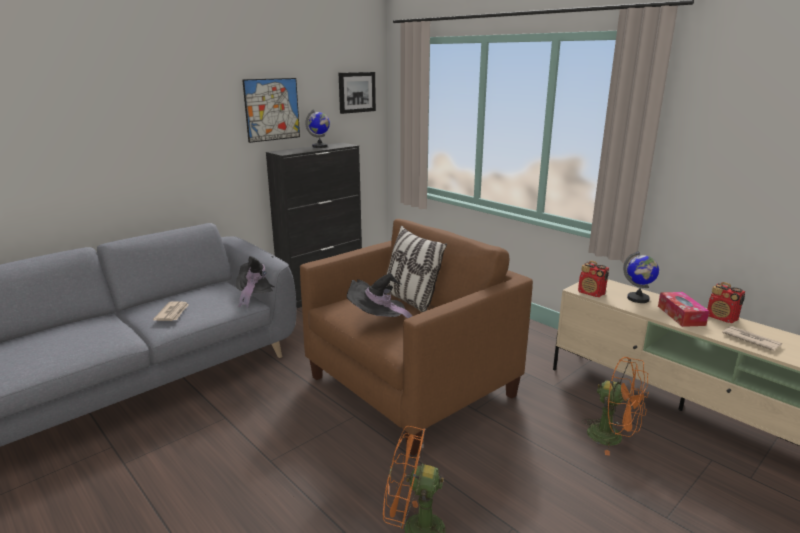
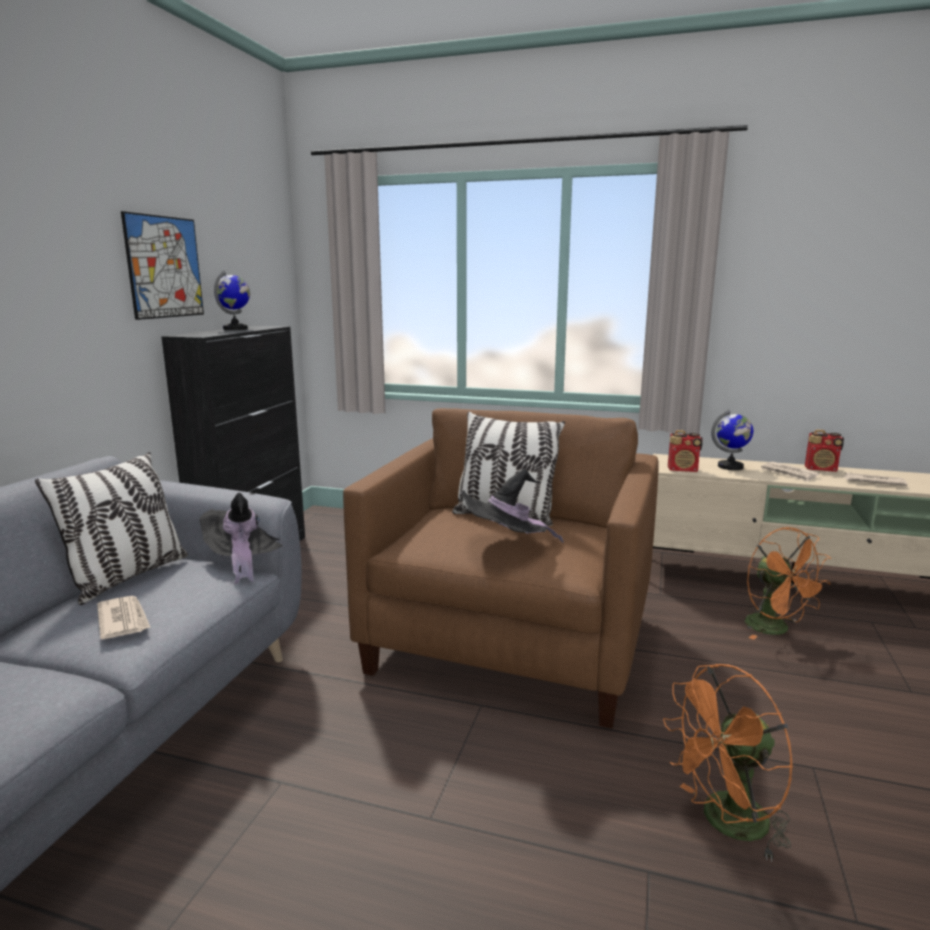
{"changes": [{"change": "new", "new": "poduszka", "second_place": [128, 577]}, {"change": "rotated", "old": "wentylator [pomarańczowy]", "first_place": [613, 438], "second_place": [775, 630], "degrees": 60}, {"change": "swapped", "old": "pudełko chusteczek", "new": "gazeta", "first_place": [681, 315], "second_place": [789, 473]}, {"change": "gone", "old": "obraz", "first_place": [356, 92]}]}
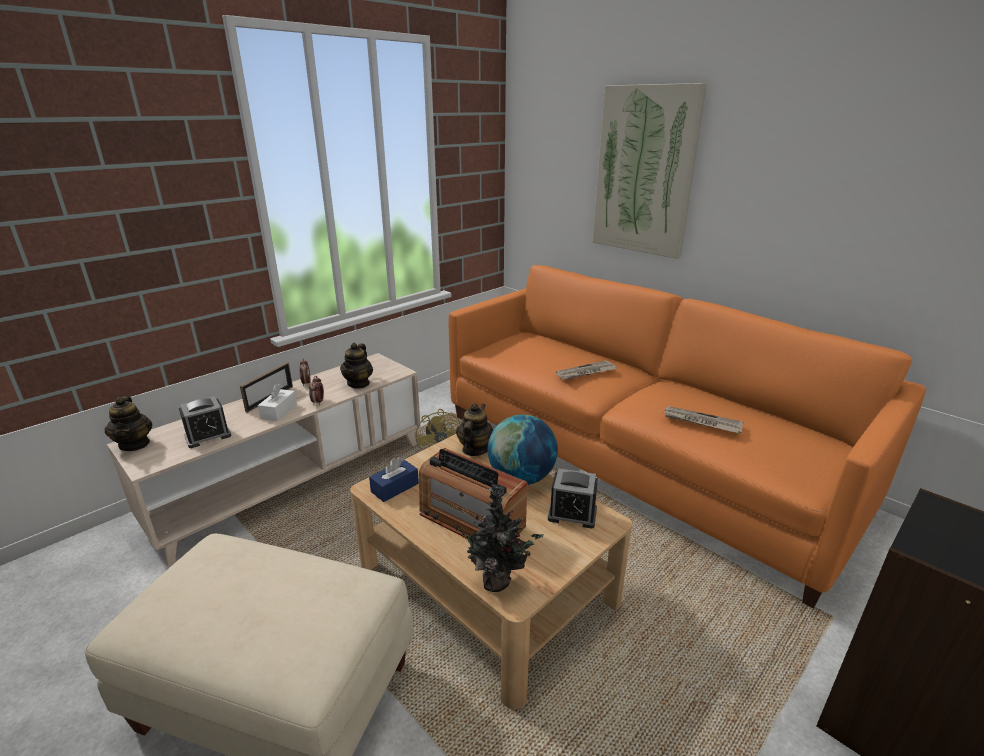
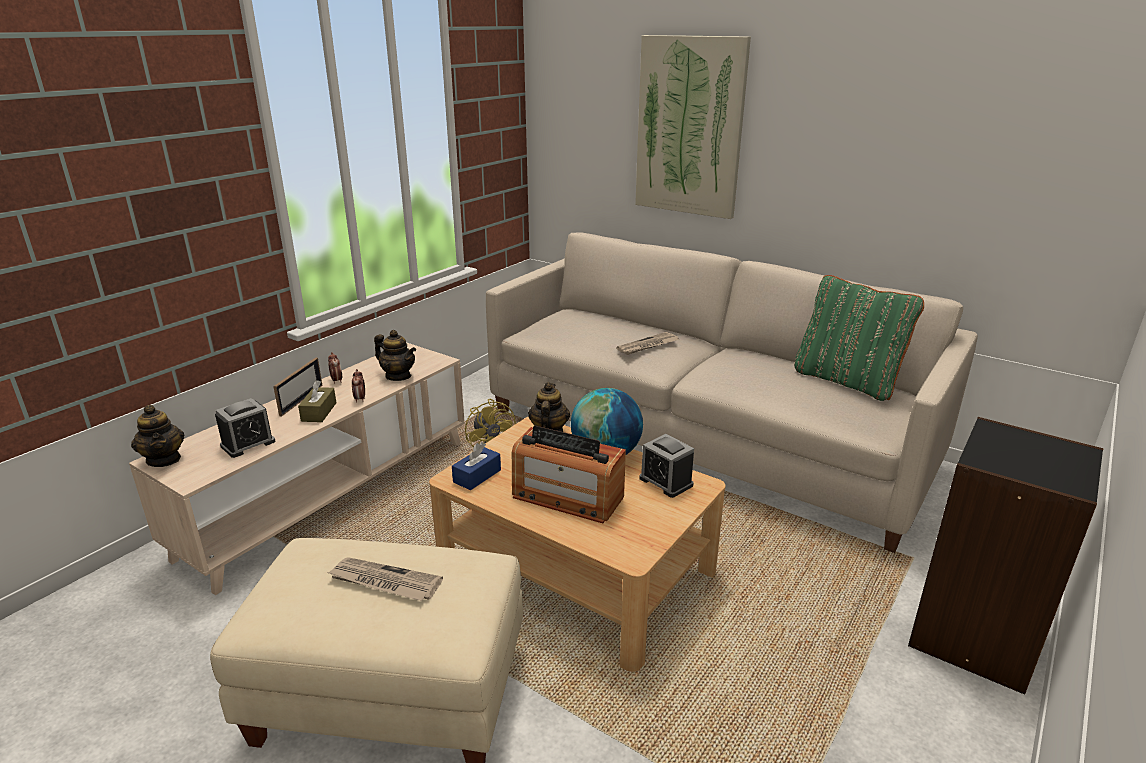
{"changes": [{"change": "repainted", "old": "pudełko chusteczek [biały]", "new": "pudełko chusteczek [brązowy]", "first_place": [279, 411], "second_place": [319, 412]}, {"change": "shifted", "old": "gazeta", "first_place": [701, 422], "second_place": [384, 582]}, {"change": "rotated", "old": "imbryk", "first_place": [358, 383], "second_place": [398, 376], "degrees": -60}, {"change": "repainted", "old": "kanapa [pomarańczowy]", "new": "kanapa [beżowy]", "first_place": [635, 460], "second_place": [703, 437]}, {"change": "rotated", "old": "budzik", "first_place": [572, 514], "second_place": [666, 482], "degrees": 45}, {"change": "new", "new": "poduszka [zielony]", "second_place": [847, 381]}, {"change": "gone", "old": "roślina doniczkowa", "first_place": [498, 581]}]}
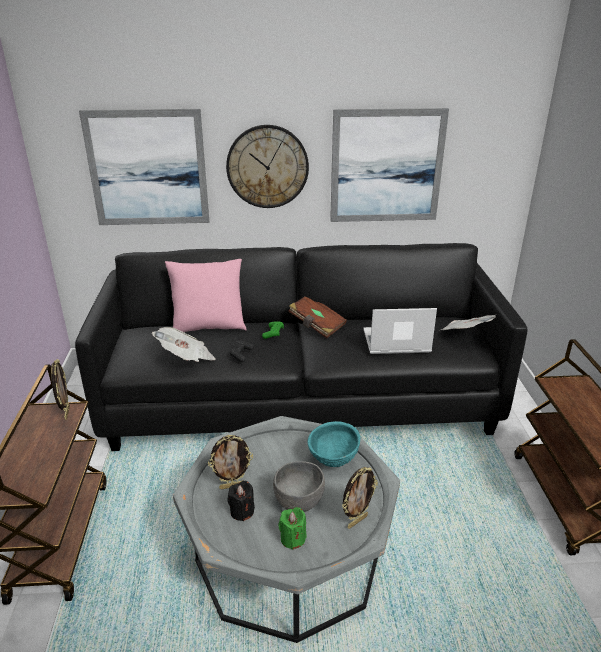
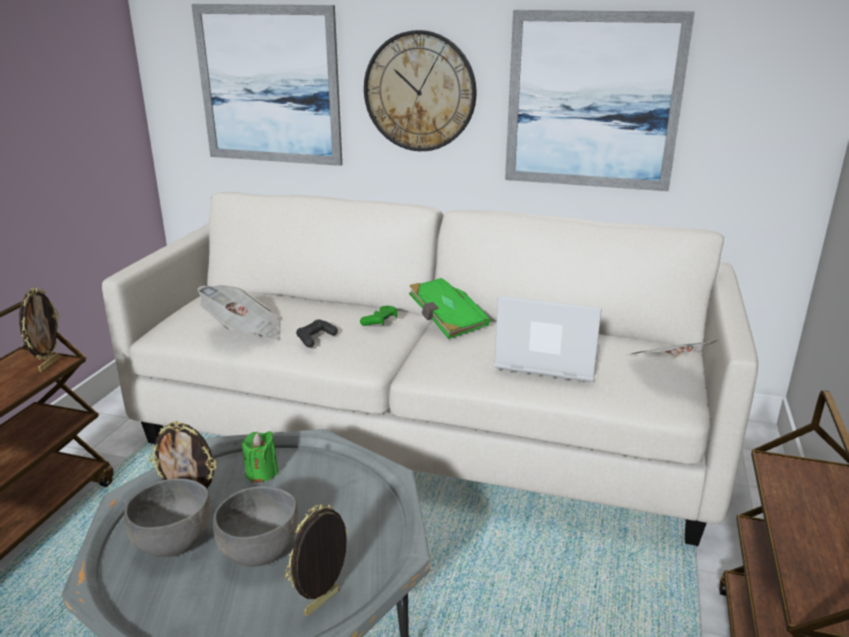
{"changes": [{"change": "repainted", "old": "kanapa [czarny]", "new": "kanapa [biały]", "first_place": [300, 399], "second_place": [425, 431]}, {"change": "swapped", "old": "świeca [czarny]", "new": "miska [szary]", "first_place": [242, 511], "second_place": [175, 543]}, {"change": "shifted", "old": "świeca [zielony]", "first_place": [293, 539], "second_place": [261, 473]}, {"change": "rotated", "old": "ramka na zdjęcie", "first_place": [357, 521], "second_place": [323, 604], "degrees": 150}, {"change": "repainted", "old": "książka [brązowy]", "new": "książka [zielony]", "first_place": [316, 325], "second_place": [447, 321]}, {"change": "gone", "old": "poduszka [różowy]", "first_place": [209, 327]}, {"change": "gone", "old": "miska [turkusowy]", "first_place": [333, 461]}]}
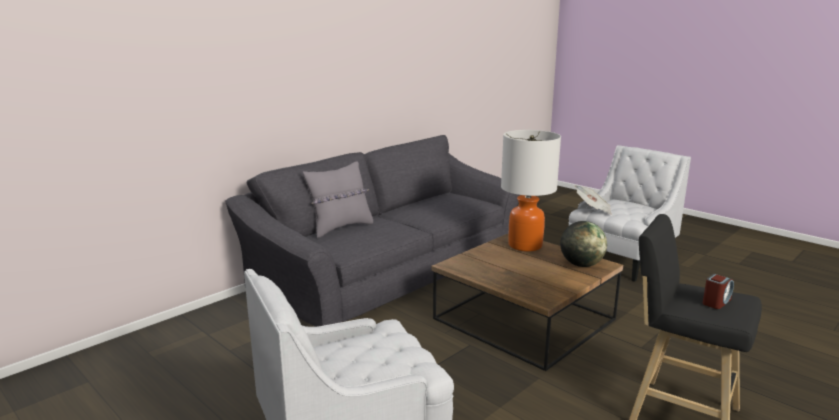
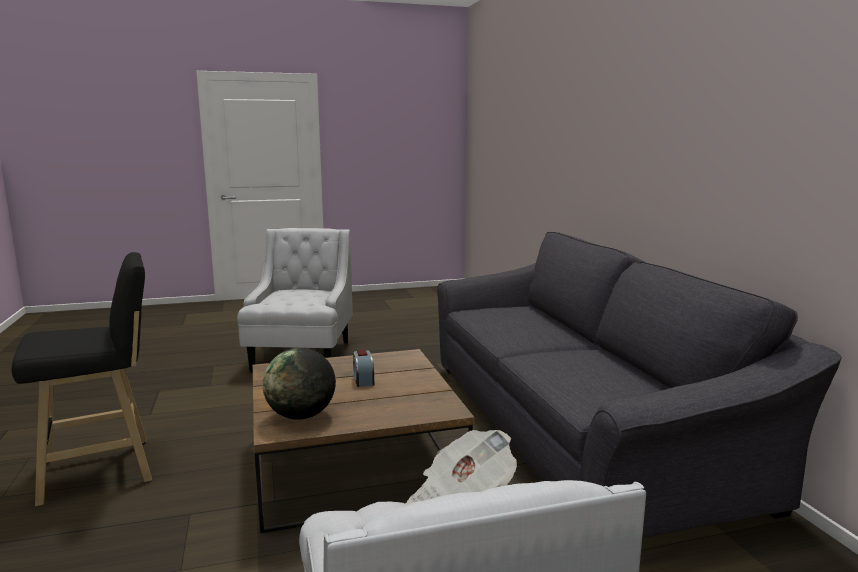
{"changes": [{"change": "shifted", "old": "budzik", "first_place": [716, 302], "second_place": [363, 380]}, {"change": "gone", "old": "poduszka [szary]", "first_place": [340, 228]}, {"change": "gone", "old": "lampa stołowa", "first_place": [525, 245]}]}
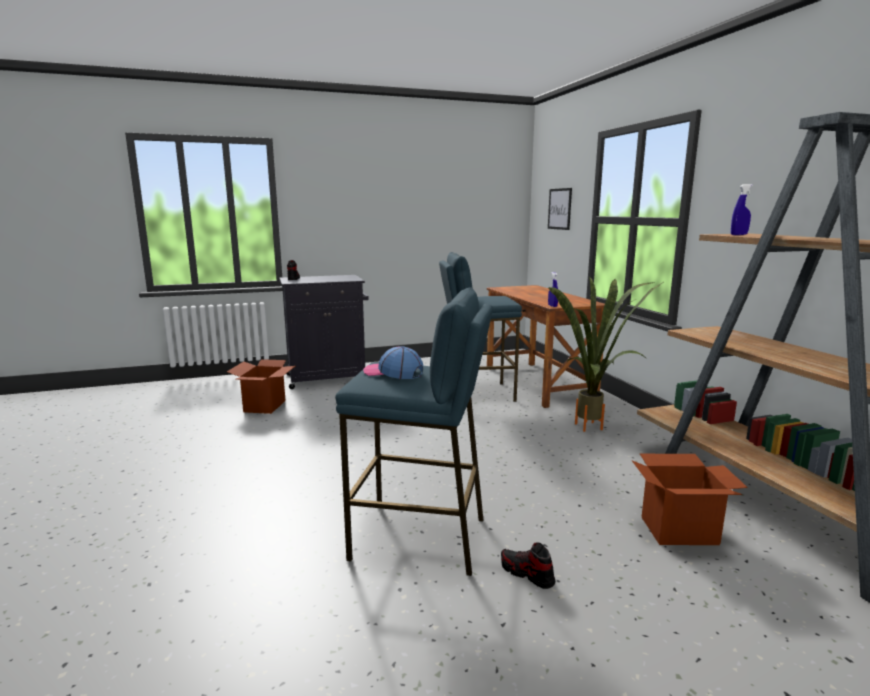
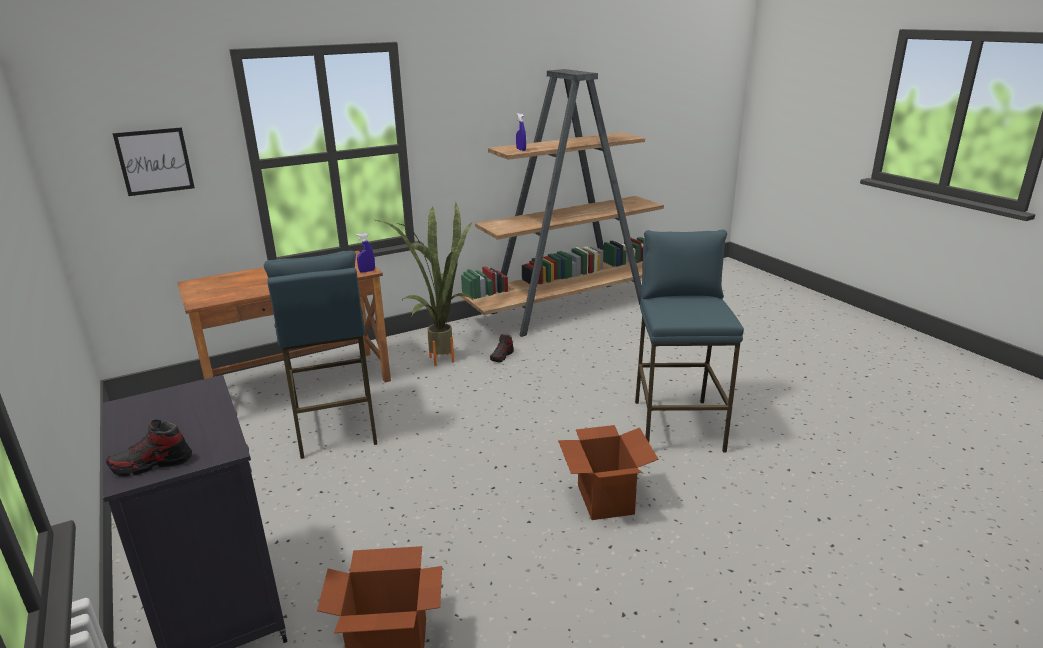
{"changes": [{"change": "shifted", "old": "but", "first_place": [526, 574], "second_place": [502, 356]}, {"change": "shifted", "old": "karton", "first_place": [679, 530], "second_place": [605, 499]}, {"change": "gone", "old": "czapka z daszkiem", "first_place": [393, 372]}]}
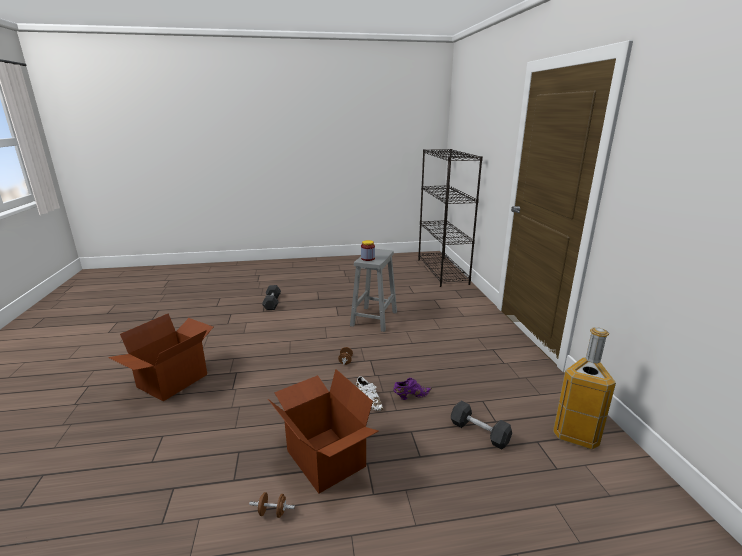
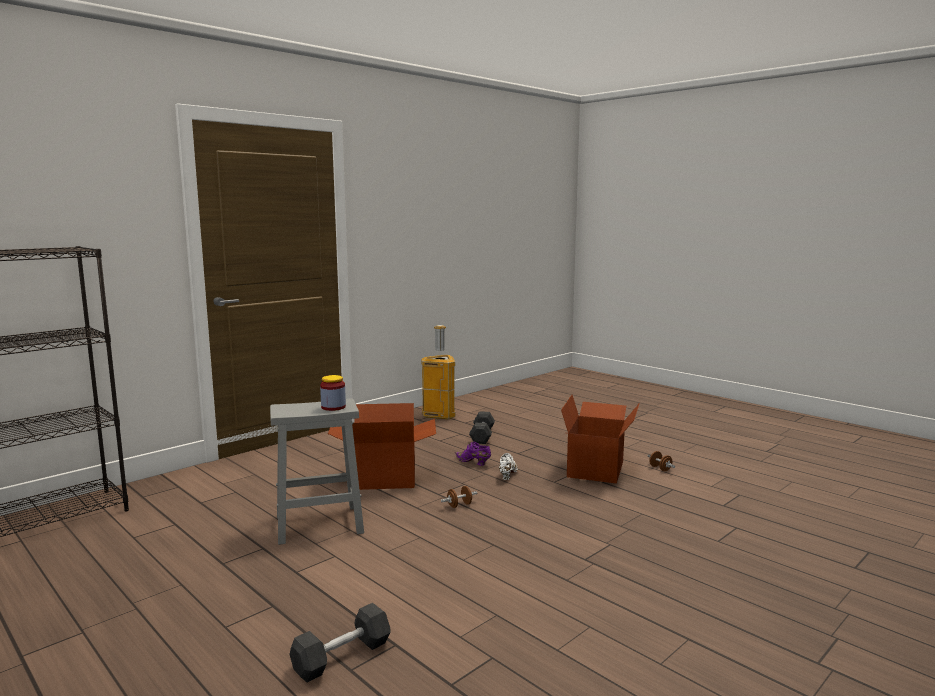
{"changes": [{"change": "shifted", "old": "karton", "first_place": [173, 381], "second_place": [384, 478]}]}
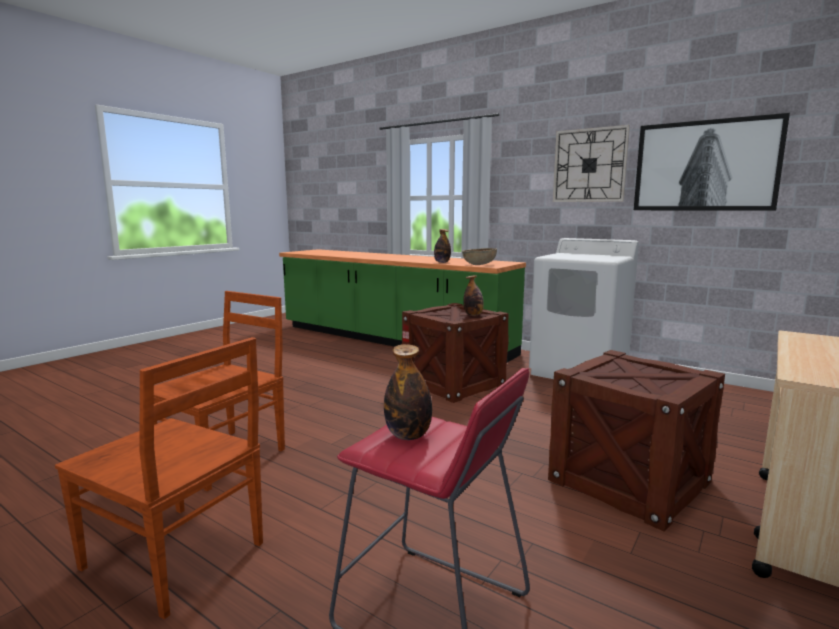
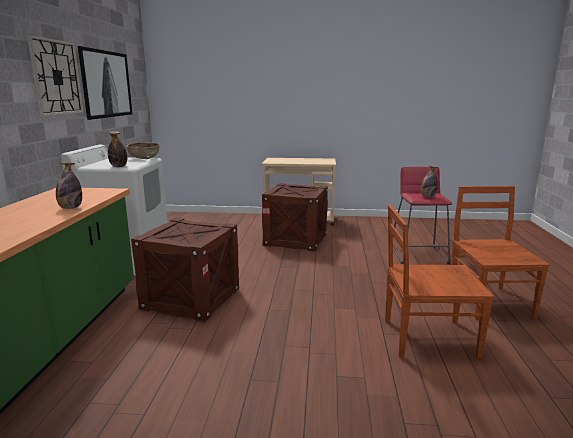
{"changes": [{"change": "shifted", "old": "butelka", "first_place": [473, 315], "second_place": [118, 166]}, {"change": "shifted", "old": "miska [brązowy]", "first_place": [479, 265], "second_place": [144, 158]}]}
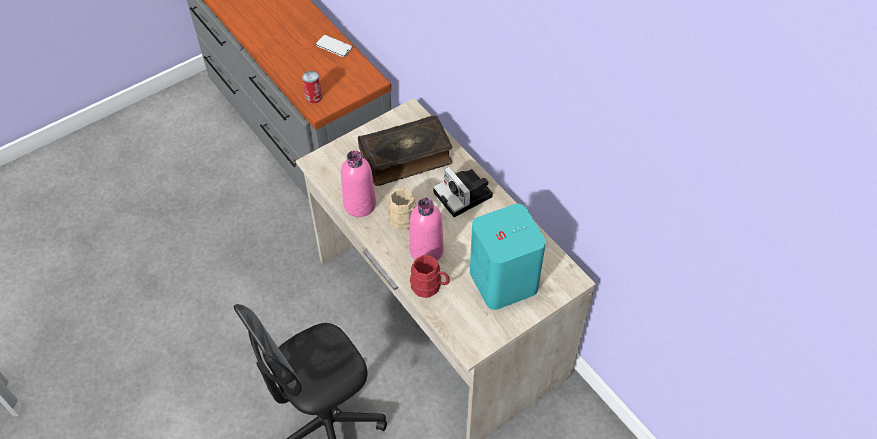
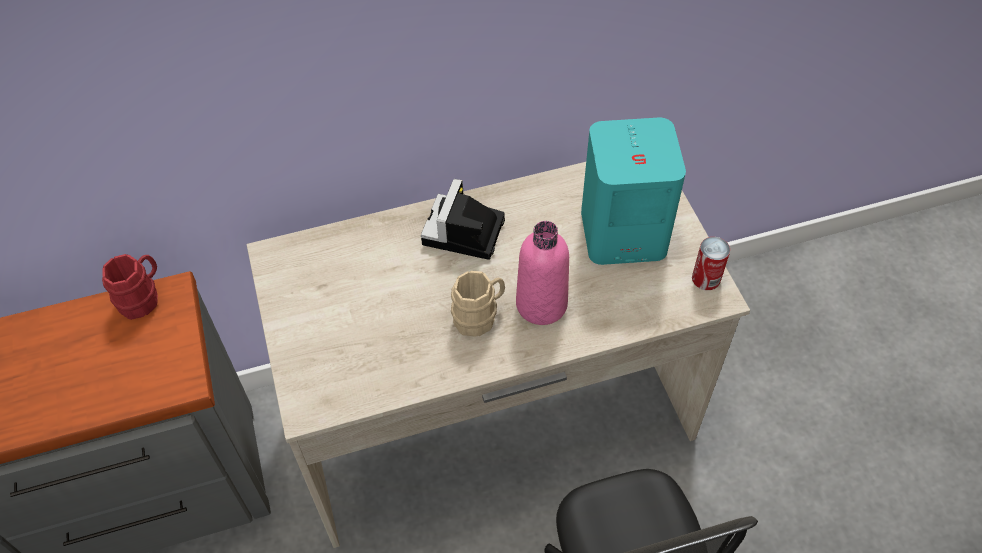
{"changes": [{"change": "shifted", "old": "kubek [czerwony]", "first_place": [430, 286], "second_place": [143, 297]}, {"change": "rotated", "old": "aparat fotograficzny", "first_place": [464, 196], "second_place": [463, 234], "degrees": 120}, {"change": "shifted", "old": "puszka", "first_place": [313, 97], "second_place": [706, 278]}, {"change": "gone", "old": "telefon", "first_place": [334, 47]}, {"change": "gone", "old": "butelka [różowy]", "first_place": [359, 204]}, {"change": "gone", "old": "książka", "first_place": [406, 157]}]}
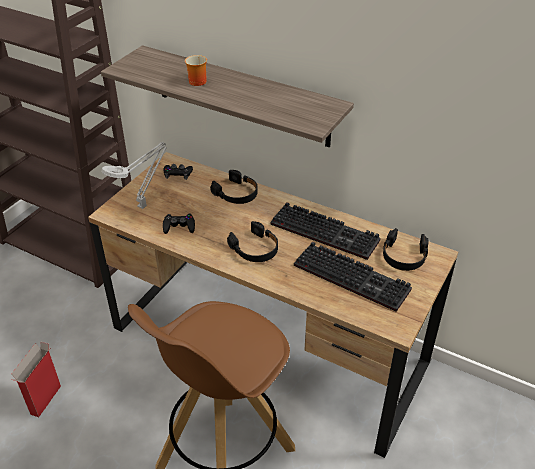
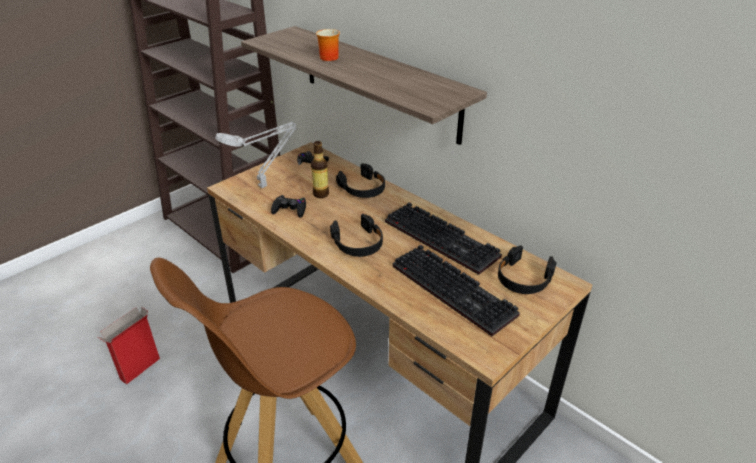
{"changes": [{"change": "new", "new": "butelka", "second_place": [321, 194]}]}
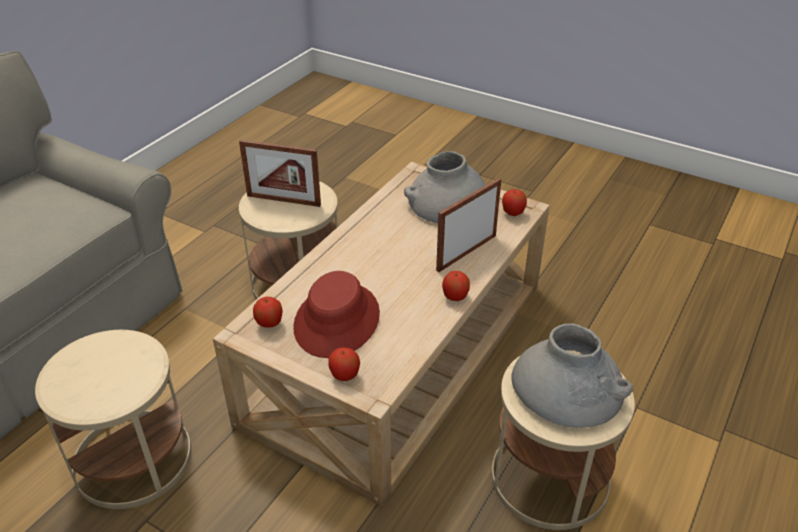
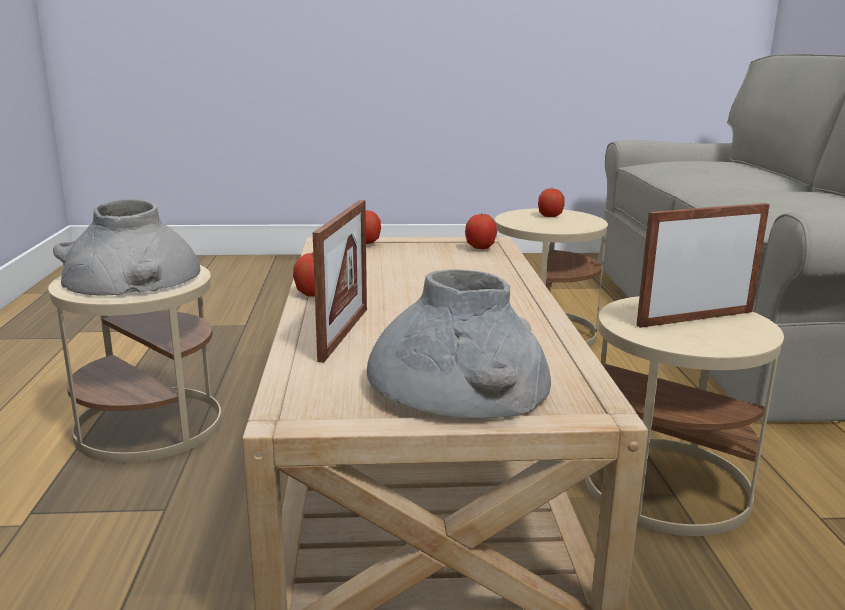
{"changes": [{"change": "shifted", "old": "jabłko", "first_place": [513, 212], "second_place": [550, 216]}, {"change": "gone", "old": "kapelusz [czerwony]", "first_place": [337, 320]}]}
